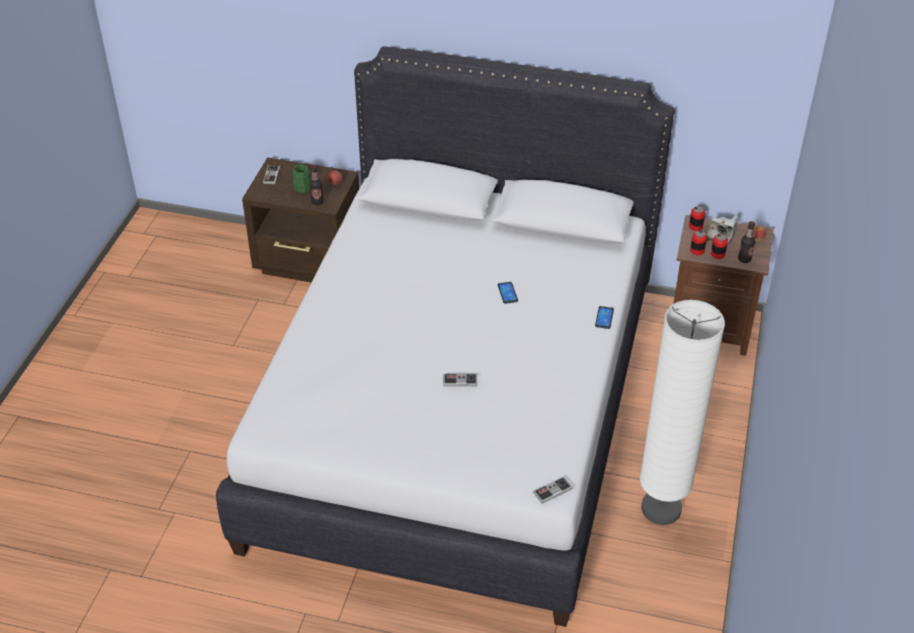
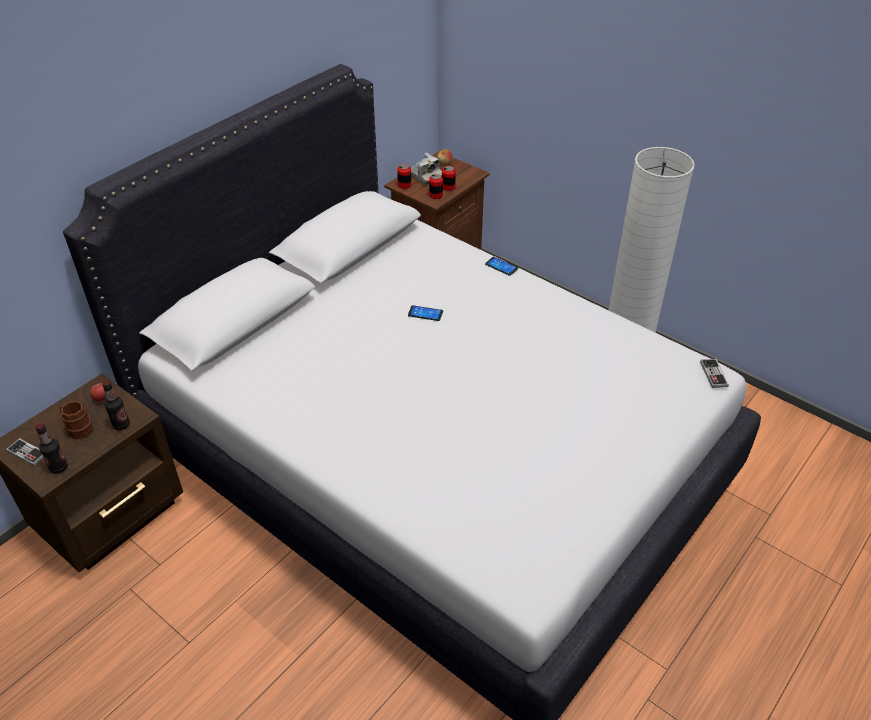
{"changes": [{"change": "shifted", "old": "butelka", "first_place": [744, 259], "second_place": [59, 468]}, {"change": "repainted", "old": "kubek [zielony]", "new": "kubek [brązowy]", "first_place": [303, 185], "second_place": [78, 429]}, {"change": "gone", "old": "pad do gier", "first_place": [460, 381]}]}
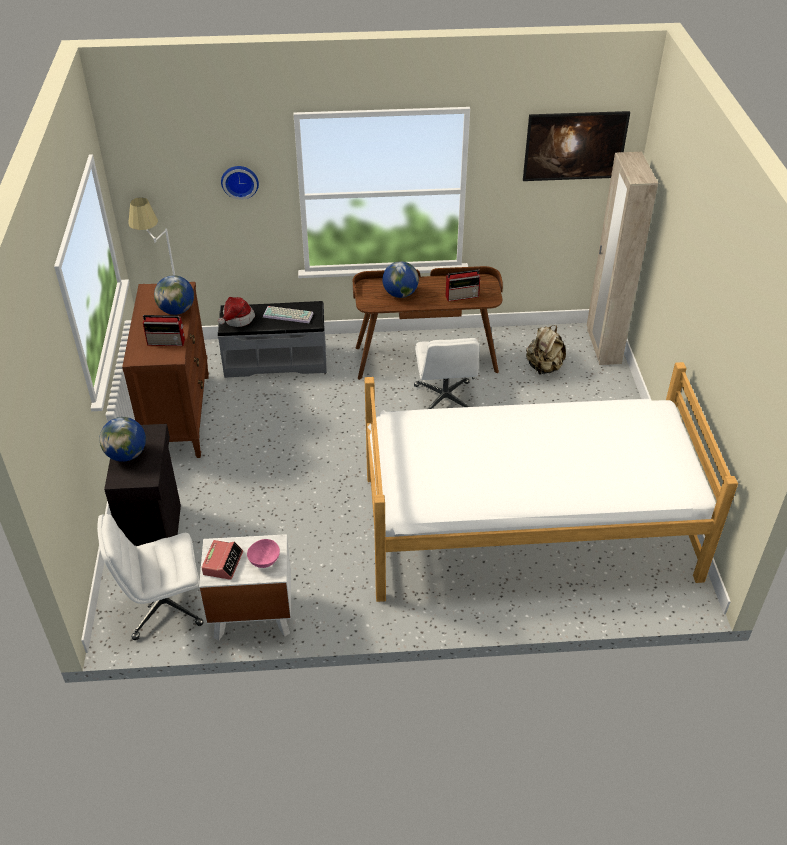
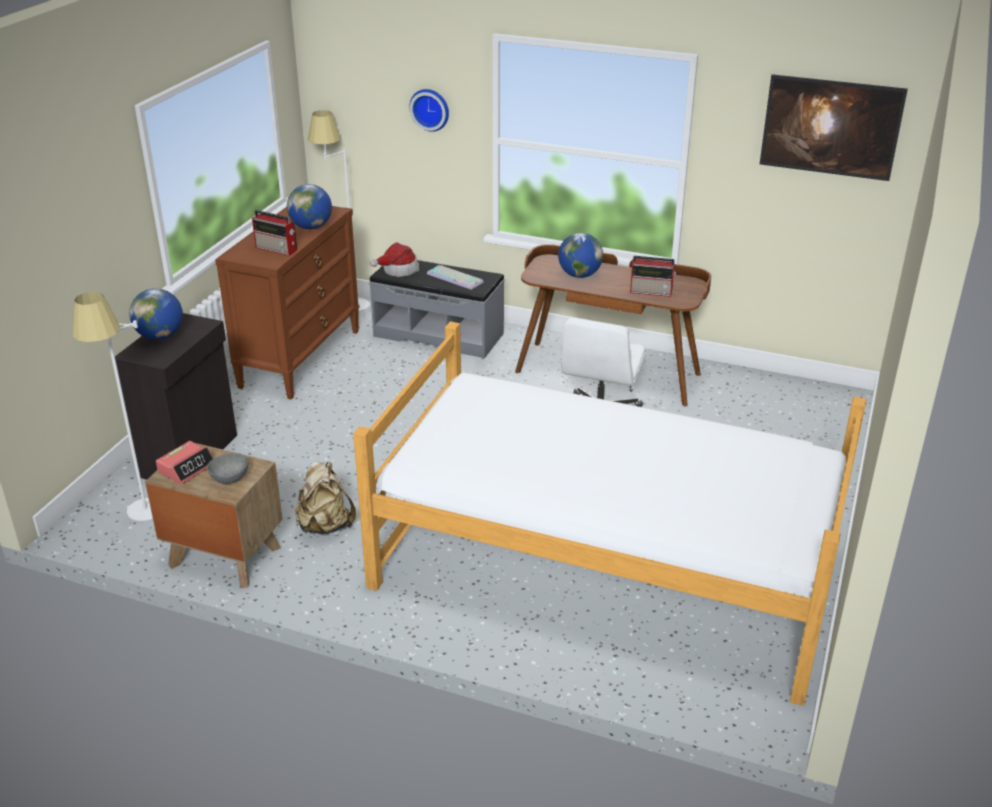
{"changes": [{"change": "swapped", "old": "krzesło biurowe [biały]", "new": "lampa stojąca [biały]", "first_place": [163, 606], "second_place": [144, 520]}, {"change": "repainted", "old": "szafka nocna [biały]", "new": "szafka nocna [brązowy]", "first_place": [252, 614], "second_place": [224, 556]}, {"change": "repainted", "old": "miska [różowy]", "new": "miska [szary]", "first_place": [265, 561], "second_place": [231, 479]}, {"change": "shifted", "old": "plecak [beżowy]", "first_place": [544, 367], "second_place": [325, 526]}, {"change": "gone", "old": "szafa [beżowy]", "first_place": [603, 346]}]}
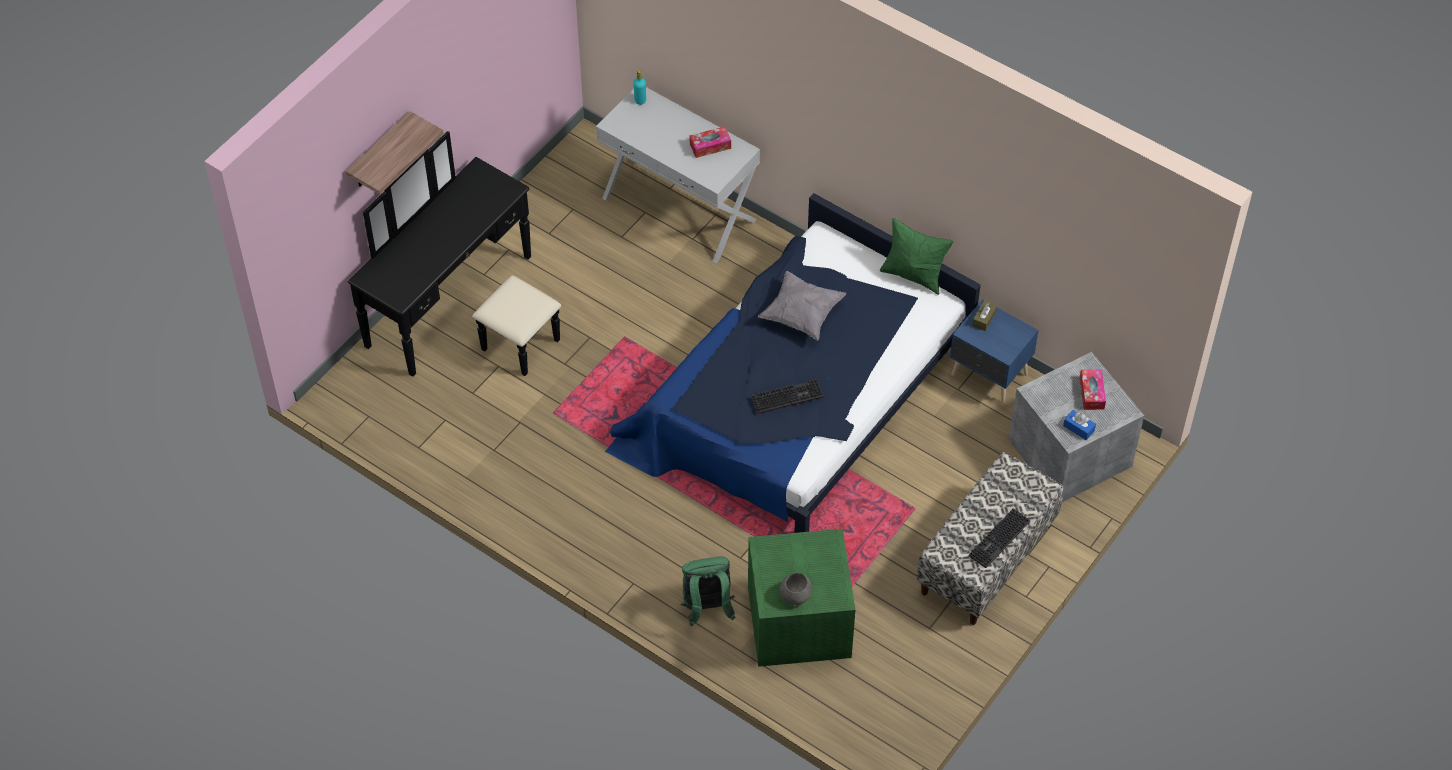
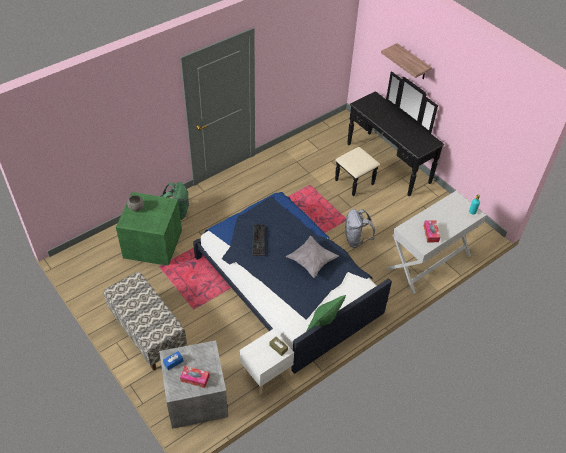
{"changes": [{"change": "repainted", "old": "szafka nocna [niebieski]", "new": "szafka nocna [biały]", "first_place": [989, 376], "second_place": [266, 374]}, {"change": "new", "new": "plecak [szary]", "second_place": [356, 240]}, {"change": "gone", "old": "klawiatura", "first_place": [999, 540]}]}
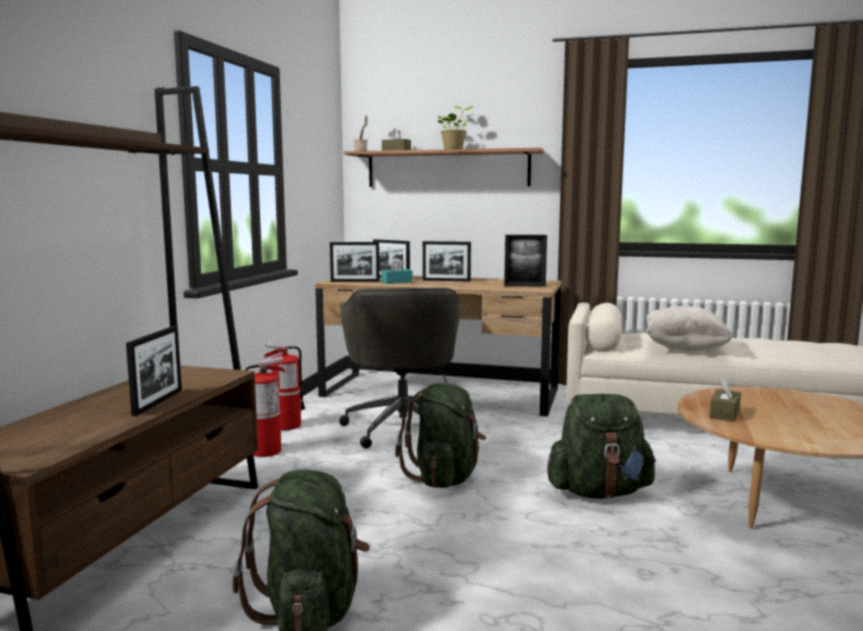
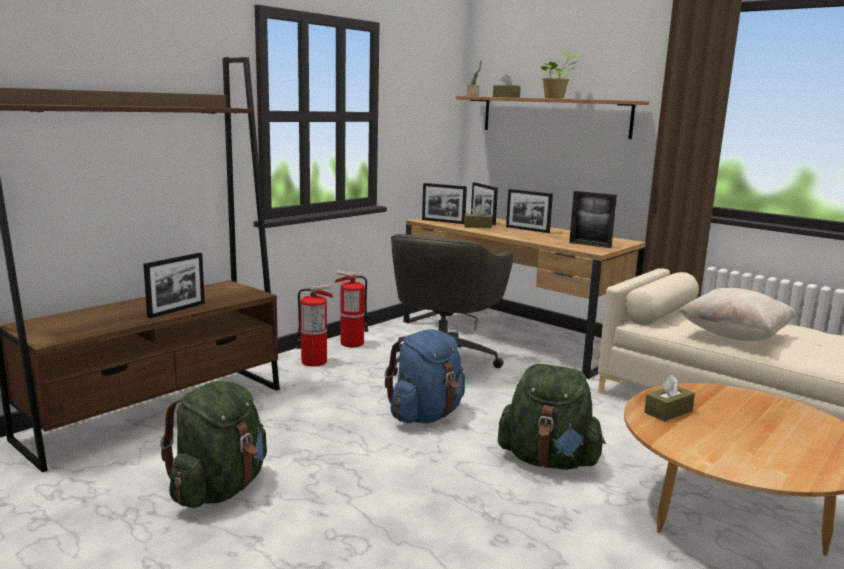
{"changes": [{"change": "repainted", "old": "plecak [zielony]", "new": "plecak [niebieski]", "first_place": [444, 478], "second_place": [426, 415]}, {"change": "repainted", "old": "pudełko chusteczek [turkusowy]", "new": "pudełko chusteczek [brązowy]", "first_place": [396, 282], "second_place": [477, 226]}]}
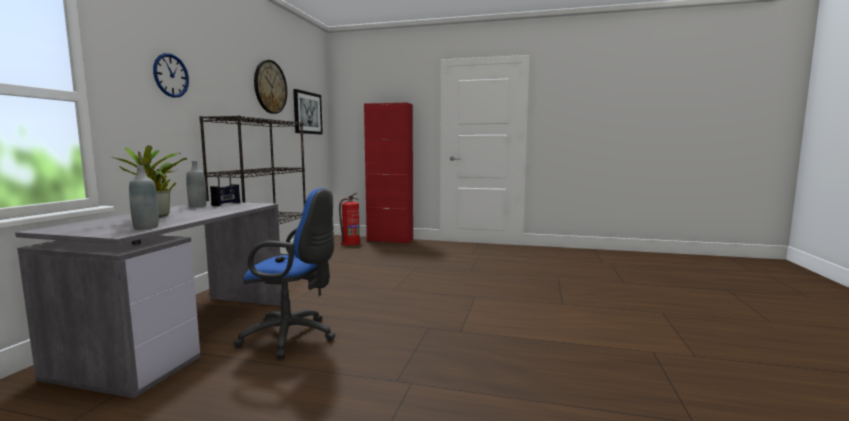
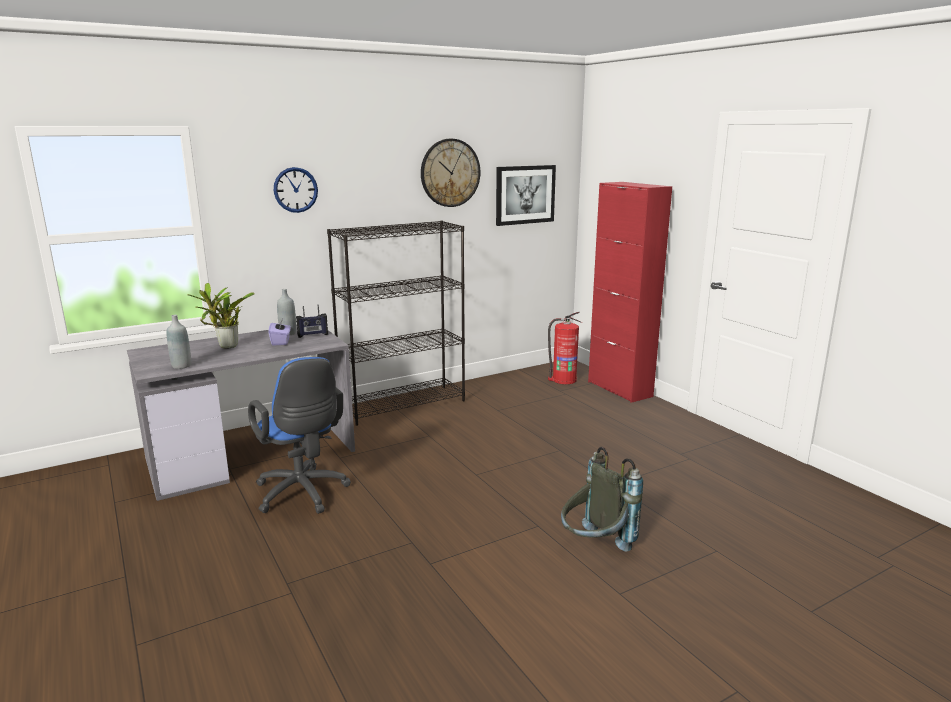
{"changes": [{"change": "new", "new": "pudełko chusteczek [fioletowy]", "second_place": [281, 342]}, {"change": "new", "new": "plecak [szary]", "second_place": [595, 547]}]}
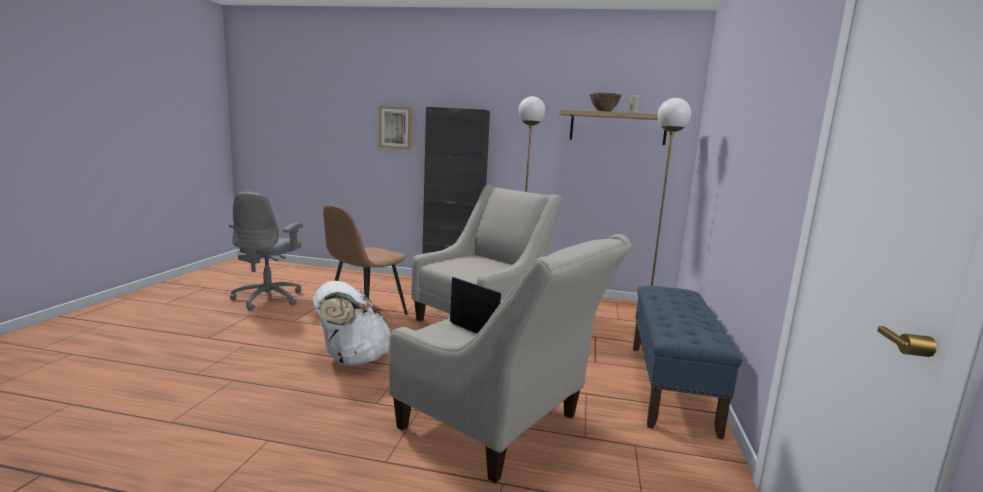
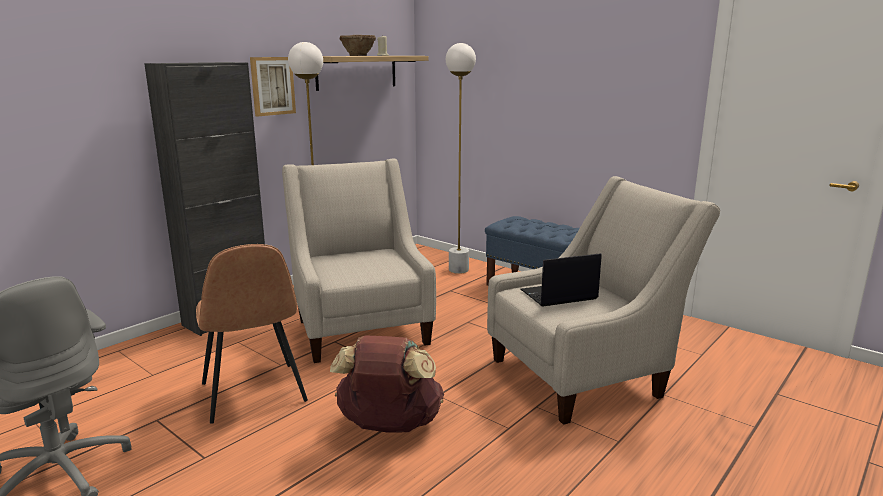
{"changes": [{"change": "shifted", "old": "obraz", "first_place": [395, 127], "second_place": [272, 86]}, {"change": "repainted", "old": "plecak [biały]", "new": "plecak [brązowy]", "first_place": [351, 359], "second_place": [389, 426]}]}
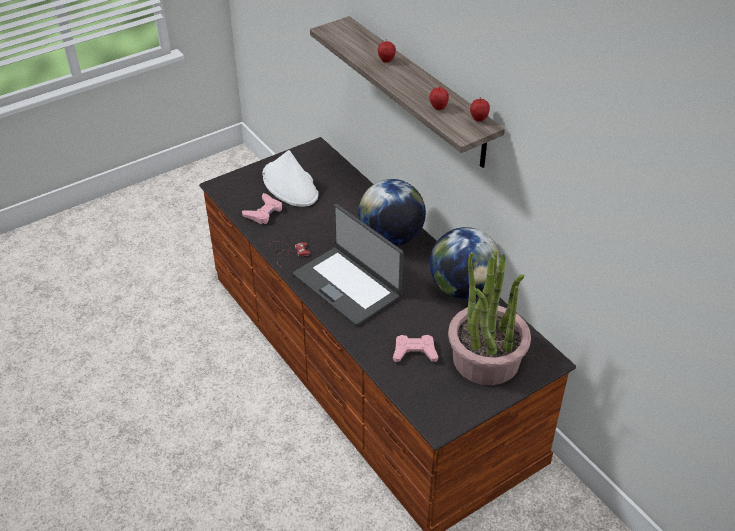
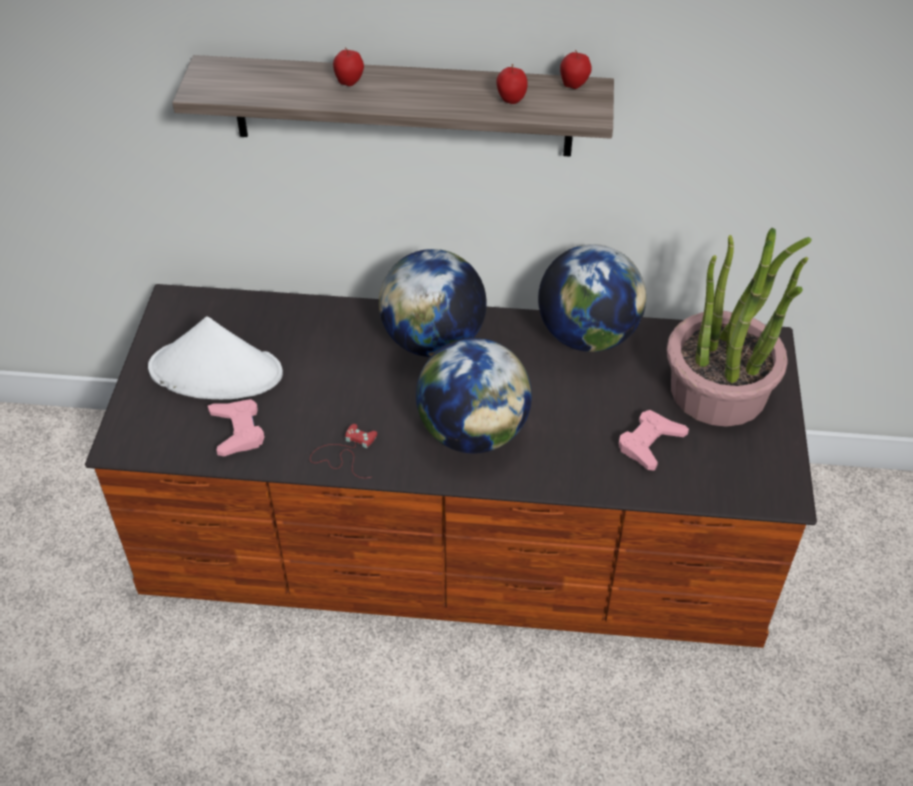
{"changes": [{"change": "swapped", "old": "laptop", "new": "globus", "first_place": [348, 285], "second_place": [473, 432]}]}
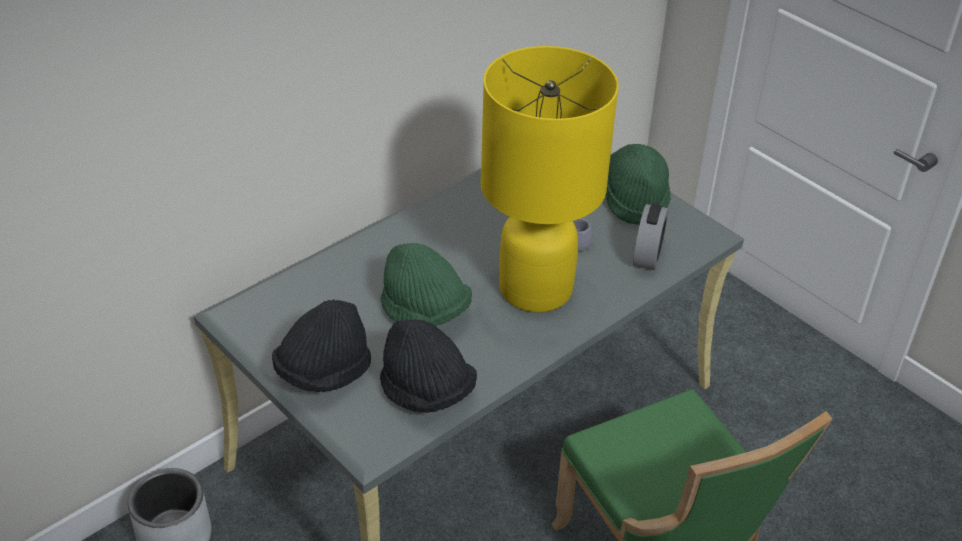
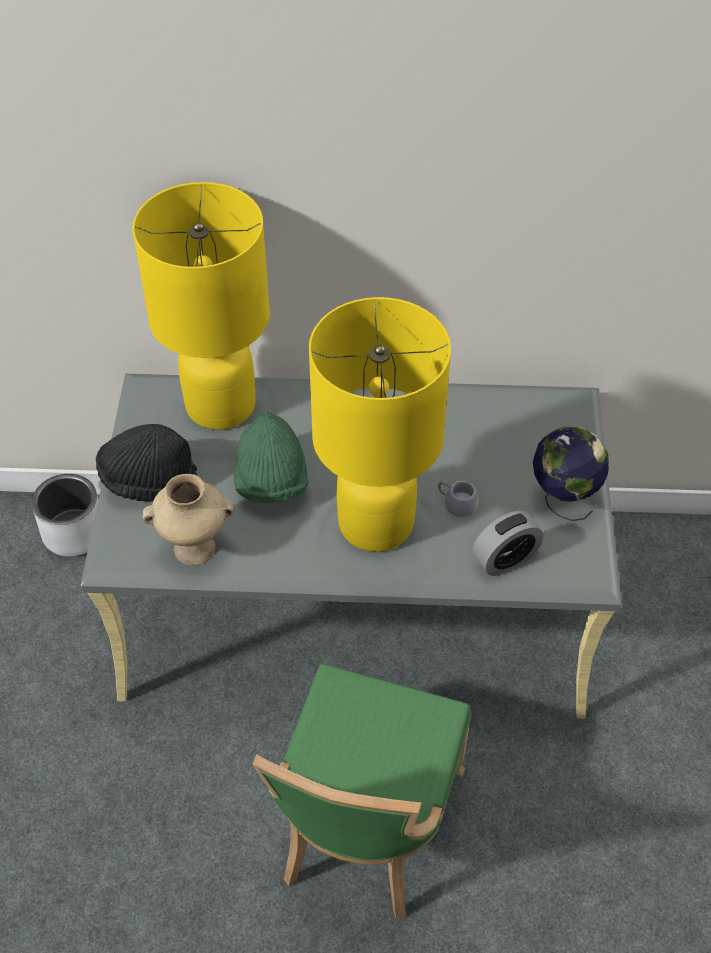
{"changes": [{"change": "new", "new": "lampa stołowa [żółty]", "second_place": [221, 405]}, {"change": "swapped", "old": "kapelusz [czarny]", "new": "wazon [beżowy]", "first_place": [426, 392], "second_place": [195, 547]}, {"change": "swapped", "old": "kapelusz [zielony]", "new": "globus", "first_place": [634, 199], "second_place": [563, 499]}]}
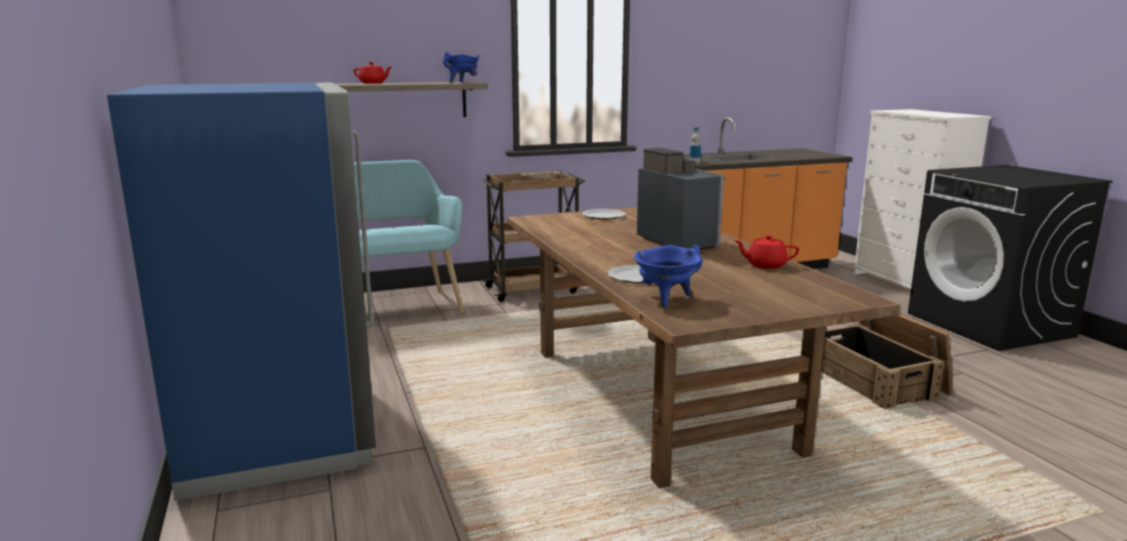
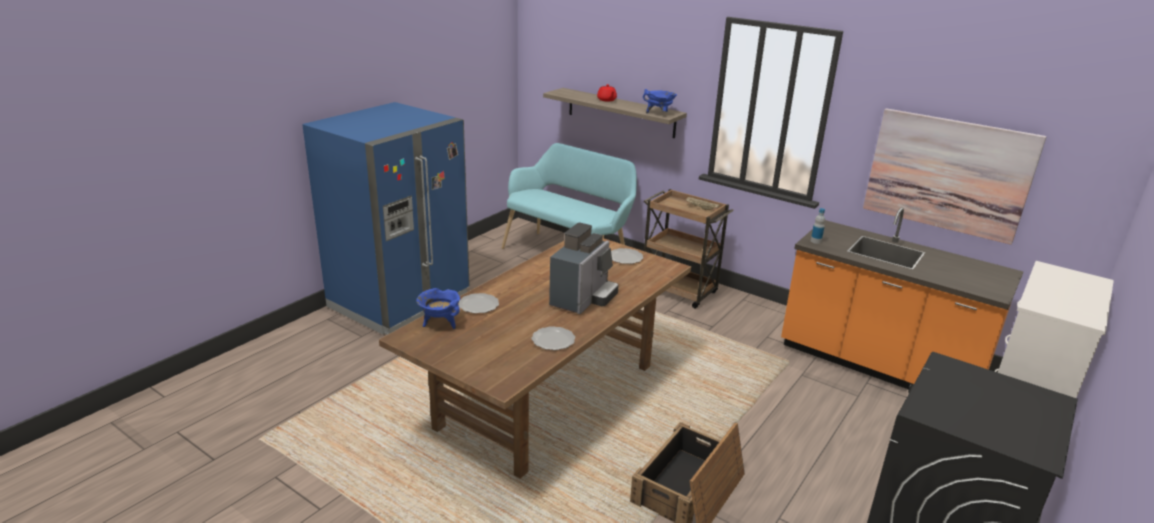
{"changes": [{"change": "swapped", "old": "imbryk [czerwony]", "new": "talerz", "first_place": [765, 265], "second_place": [552, 340]}, {"change": "new", "new": "obraz", "second_place": [948, 174]}]}
